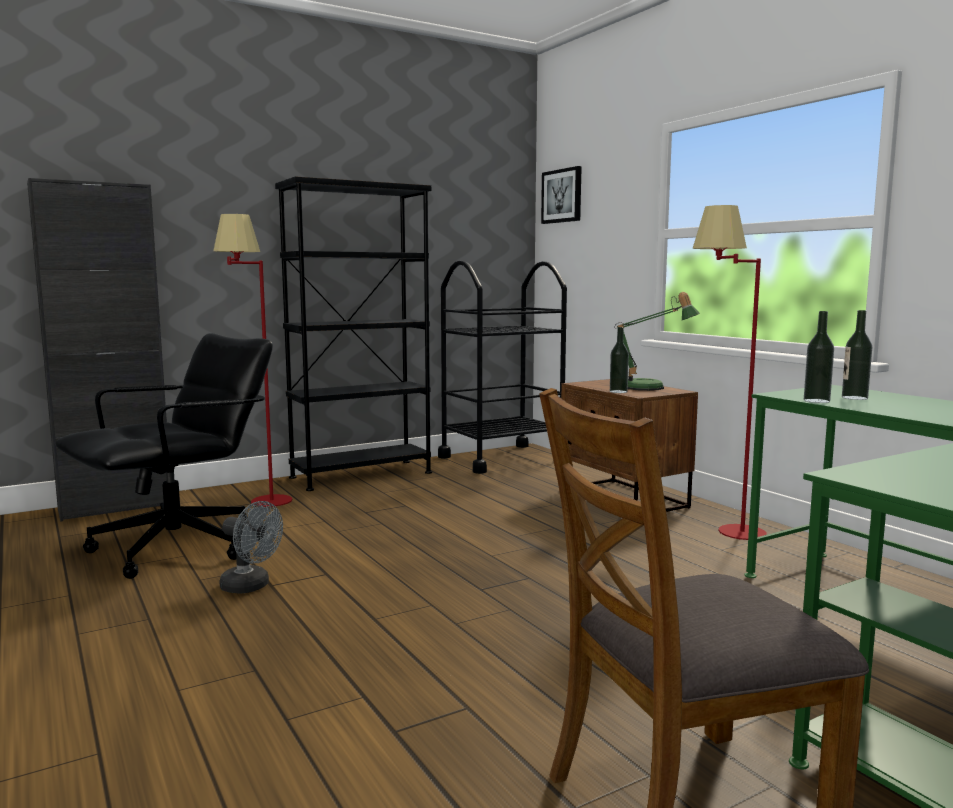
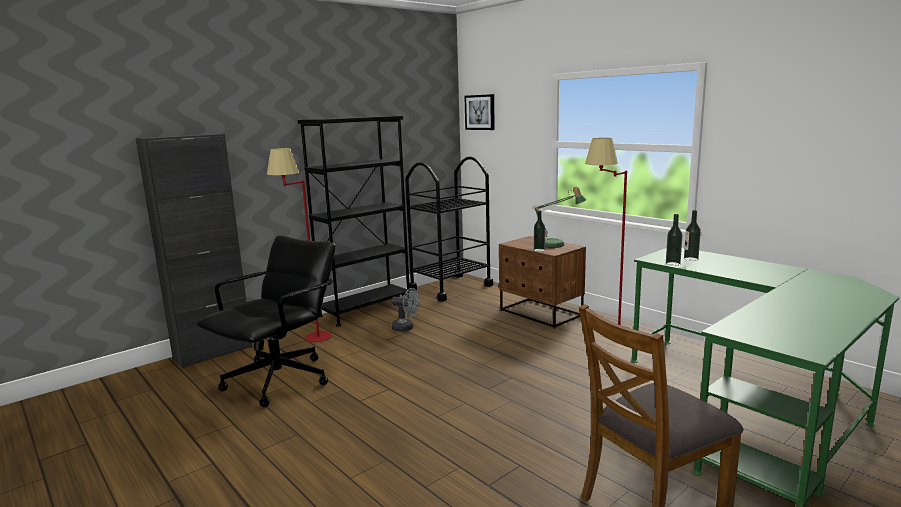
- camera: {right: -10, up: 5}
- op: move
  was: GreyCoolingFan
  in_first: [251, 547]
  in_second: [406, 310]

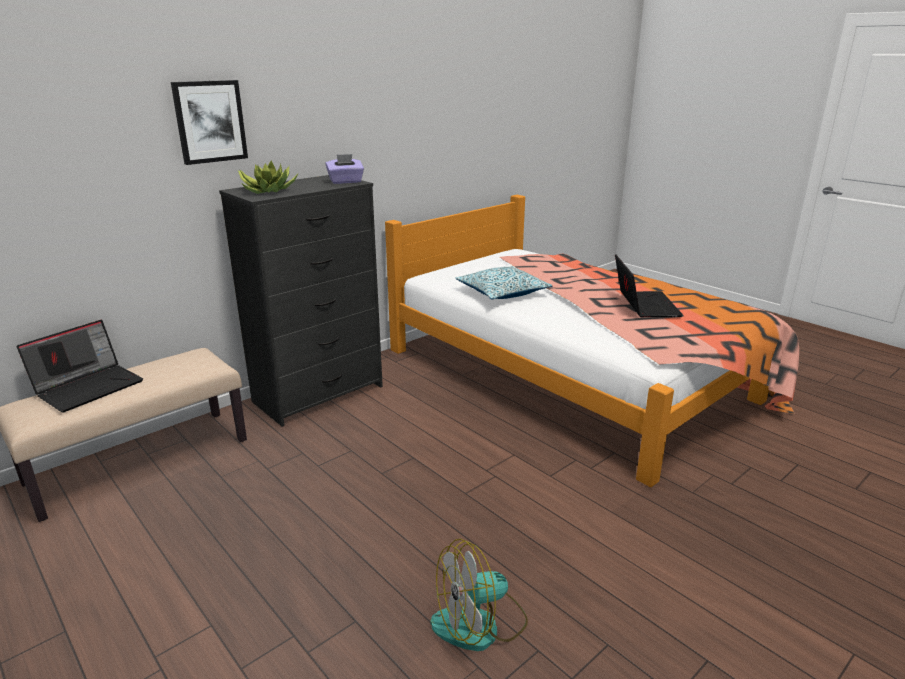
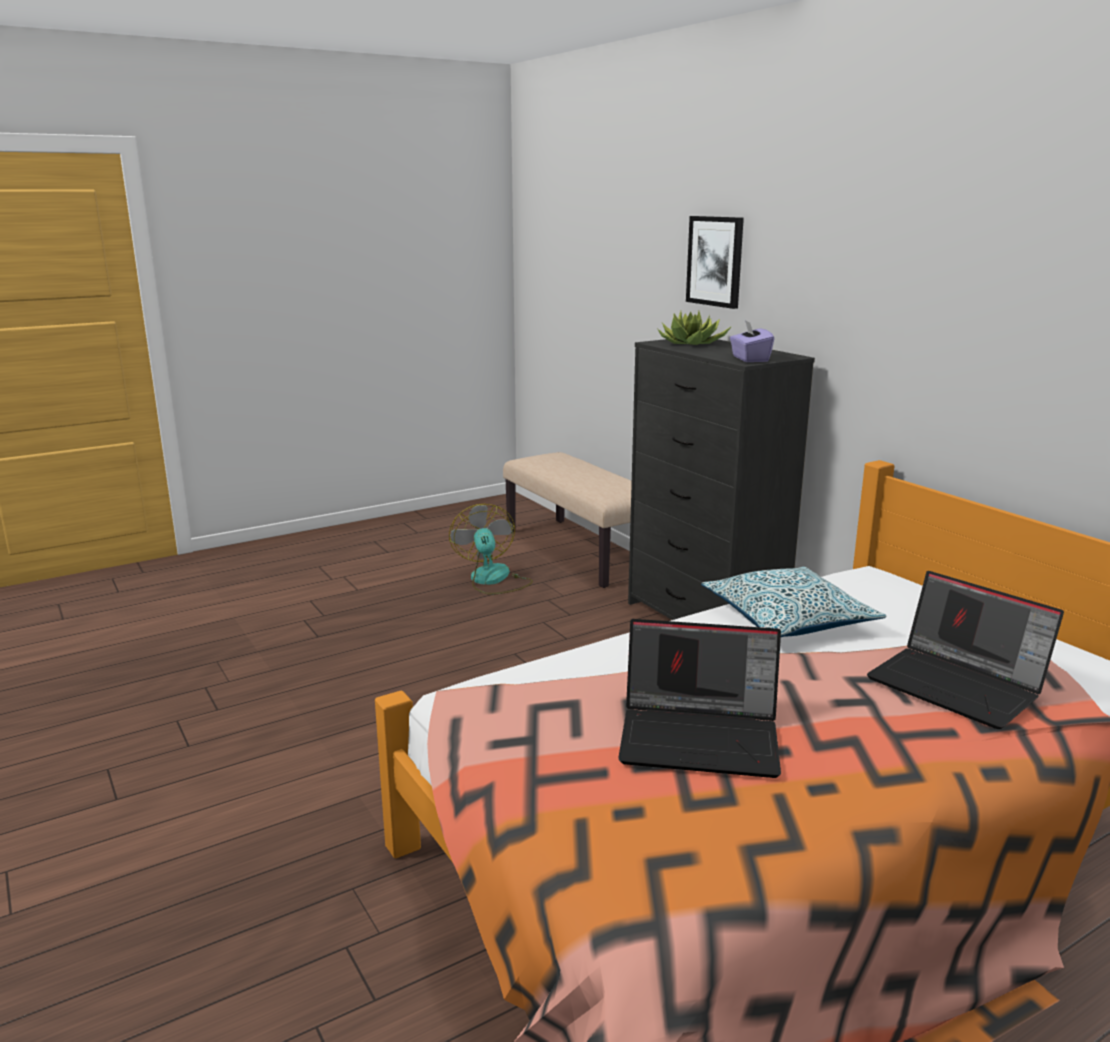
- camera: {right: 100, up: -5}
- op: move
  was: Laptop
  in_first: [80, 366]
  in_second: [965, 650]
- op: move
  was: CoolingFan
  in_first: [479, 595]
  in_second: [491, 549]

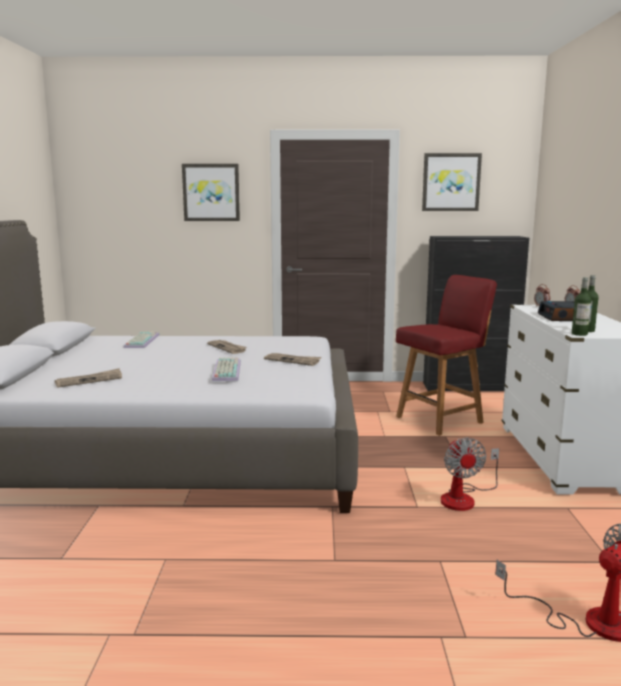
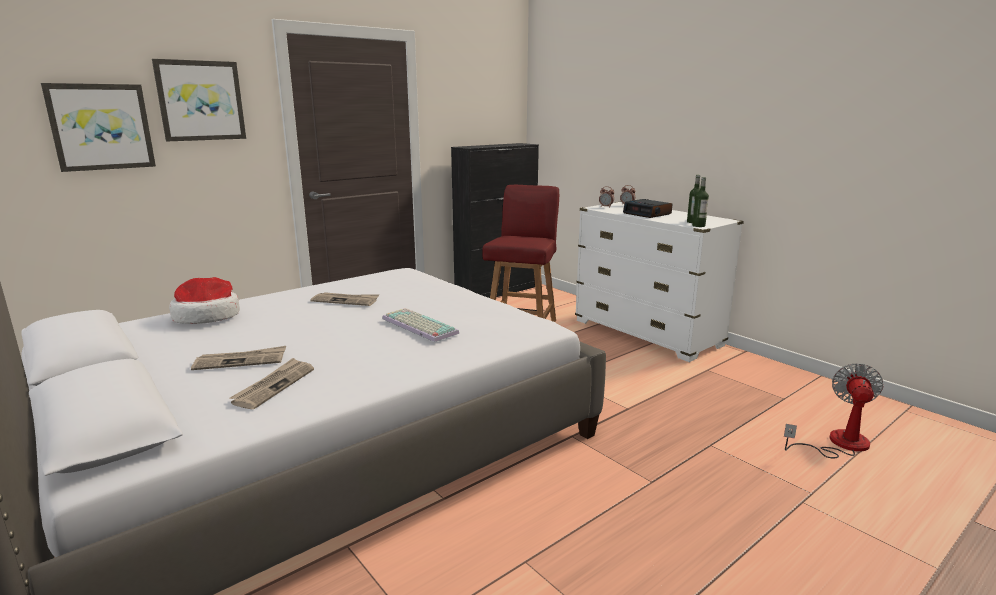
- camera: {right: -40, up: 5}
- op: replace
  was: PcKeyboard
  now: WearableHat
  in_first: [141, 339]
  in_second: [204, 300]
- op: move
  was: DailyPaper
  in_first: [293, 359]
  in_second: [238, 358]
- op: move
  was: Picture
  in_first: [452, 182]
  in_second: [98, 127]
- op: delete
  was: CoolingFan
  in_first: [470, 474]

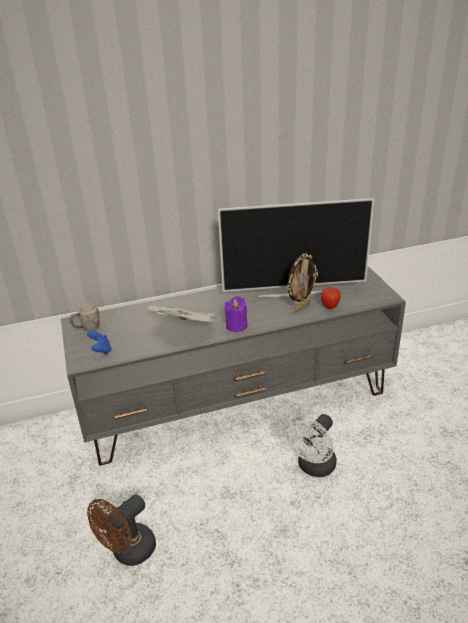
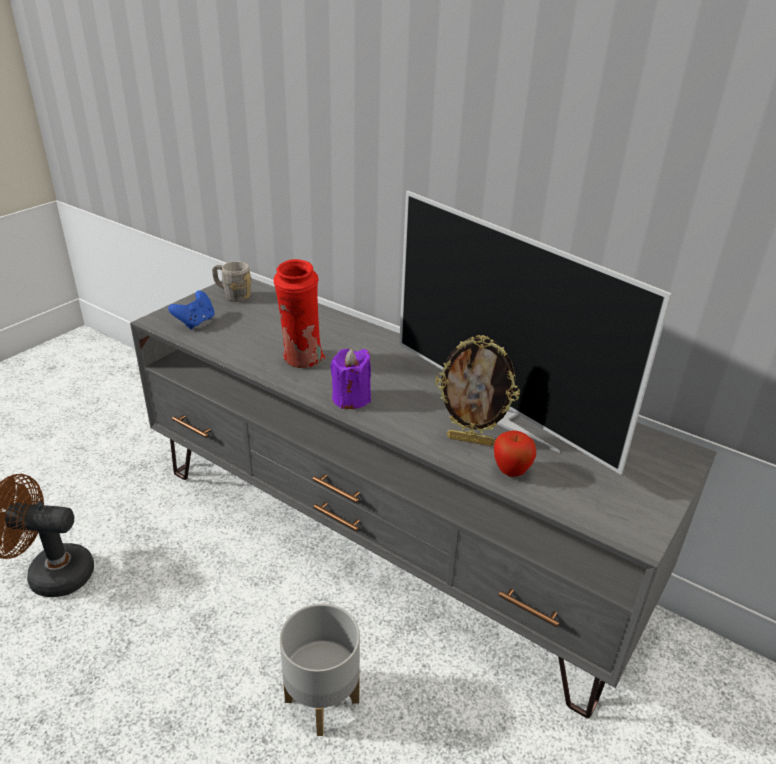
- camera: {right: 50, up: 0}
- op: replace
  was: DailyPaper
  now: RedColouredVase
  in_first: [181, 313]
  in_second: [299, 313]
- op: replace
  was: WhiteColouredCoolingFan
  now: GreyPlanter
  in_first: [311, 445]
  in_second: [320, 669]

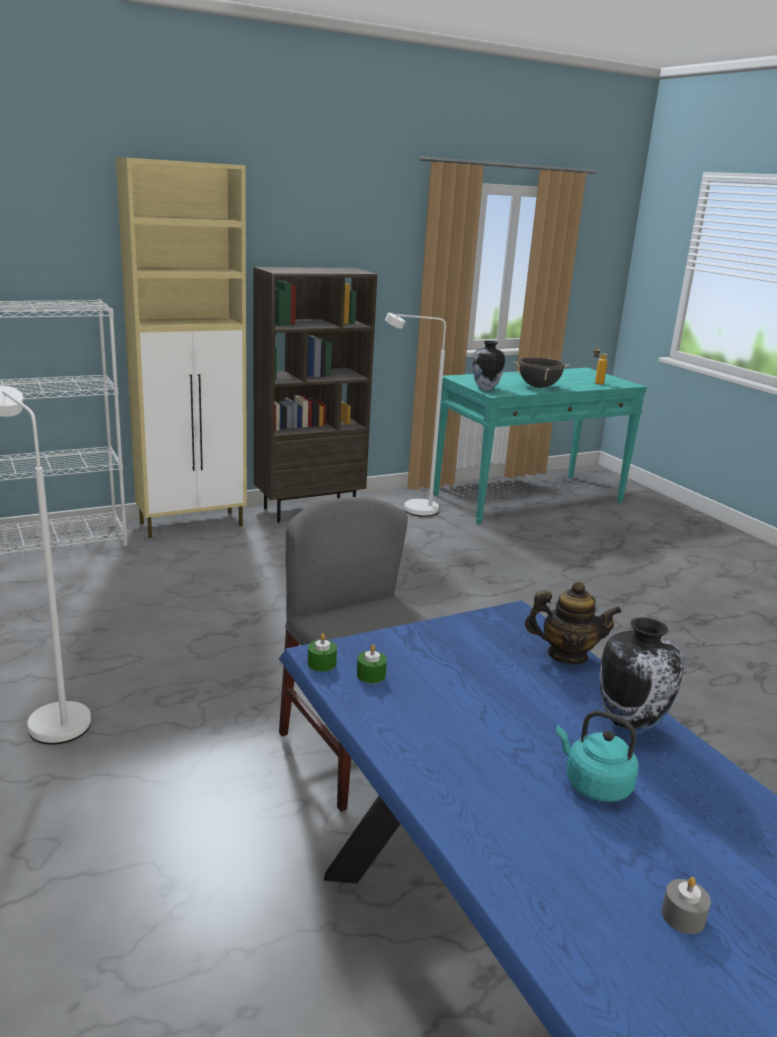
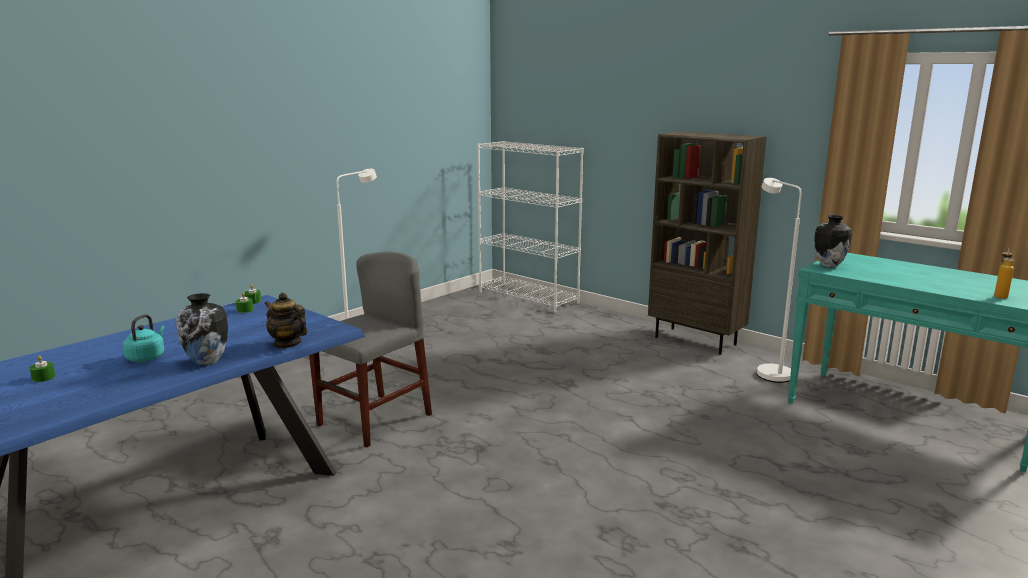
- camera: {right: 70, up: -5}
- op: delete
  was: BeigeStorageCabinet
  in_first: [181, 347]
- op: delete
  was: BlackSaucepot
  in_first: [542, 372]
- op: rotate
  was: PotForTea
  in_first: [573, 622]
  in_second: [285, 320]
  clockwise: 135
- op: recolor
  was: GreyWaxCandle
  now: GreenWaxCandle
  in_first: [686, 905]
  in_second: [42, 368]

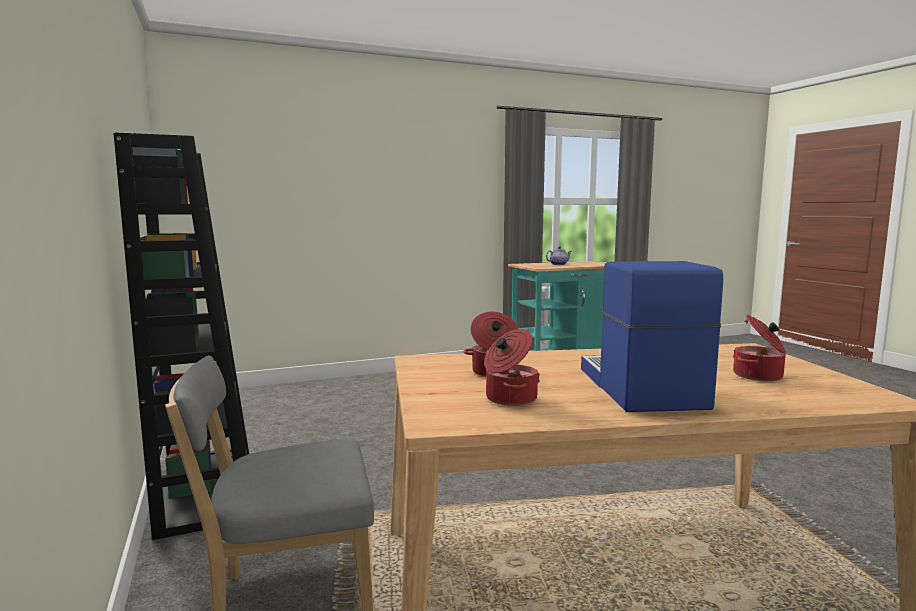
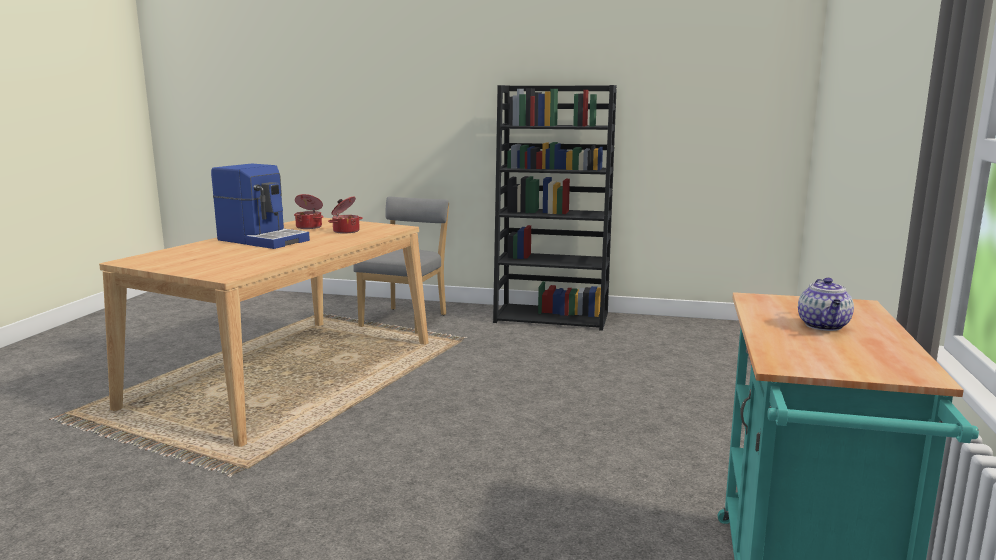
- camera: {right: 125, up: 5}
- op: delete
  was: Saucepot
  in_first: [759, 348]

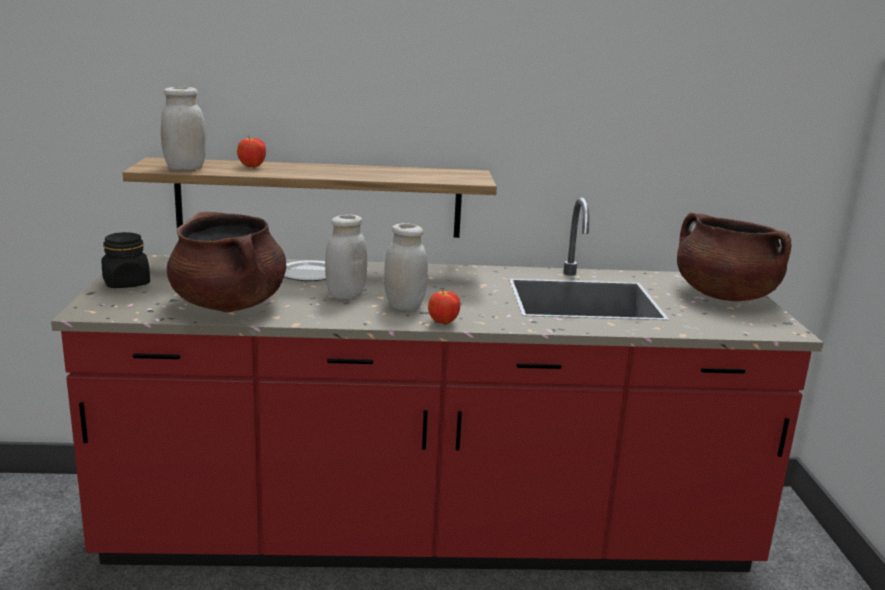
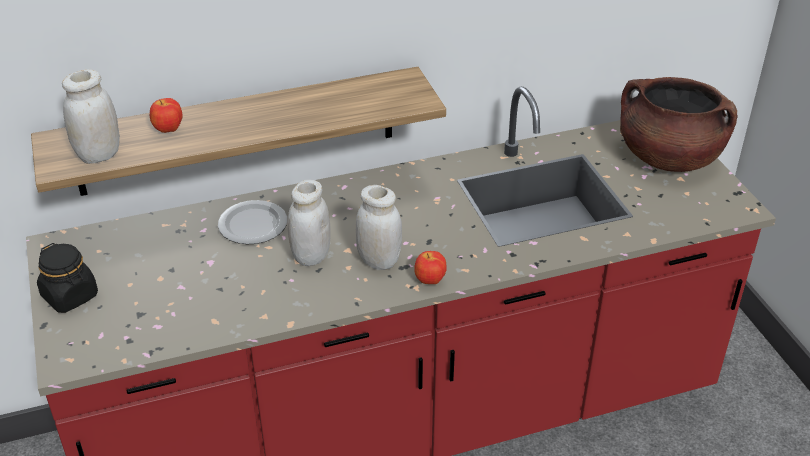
- camera: {right: -15, up: 20}
- op: delete
  was: BrownColouredSaucepot
  in_first: [226, 262]

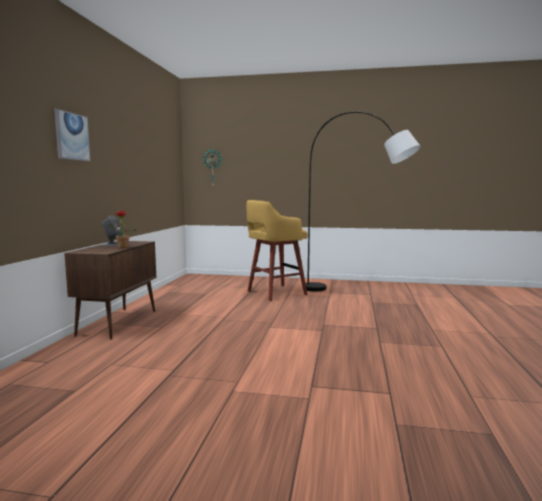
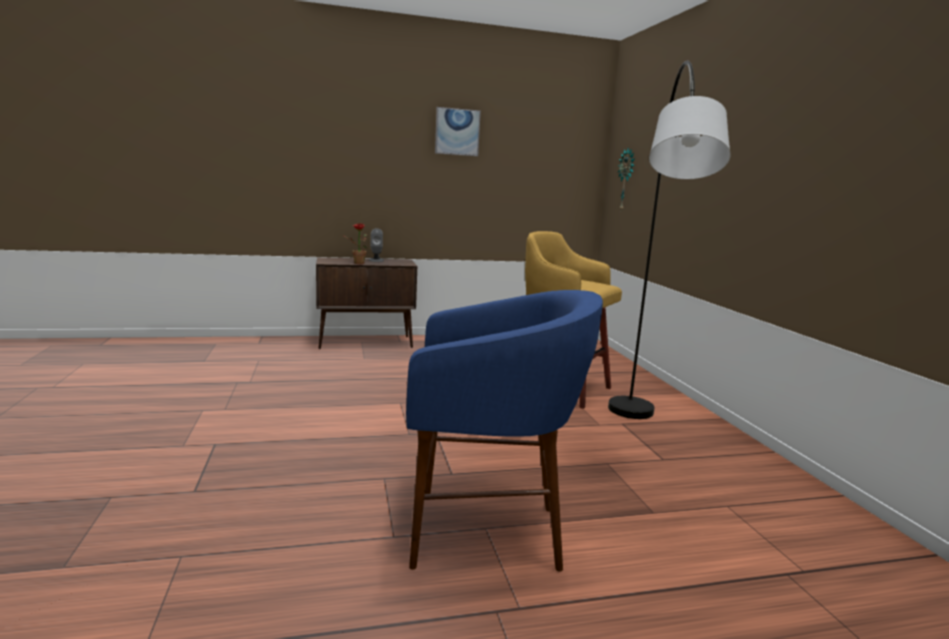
- camera: {right: 65, up: 5}
- op: move
  was: Picture
  in_first: [72, 135]
  in_second: [458, 131]
- op: insert
  now: BlueStool
  in_second: [504, 431]

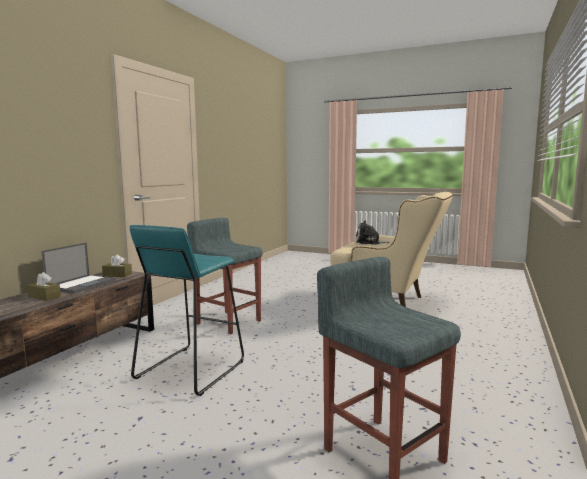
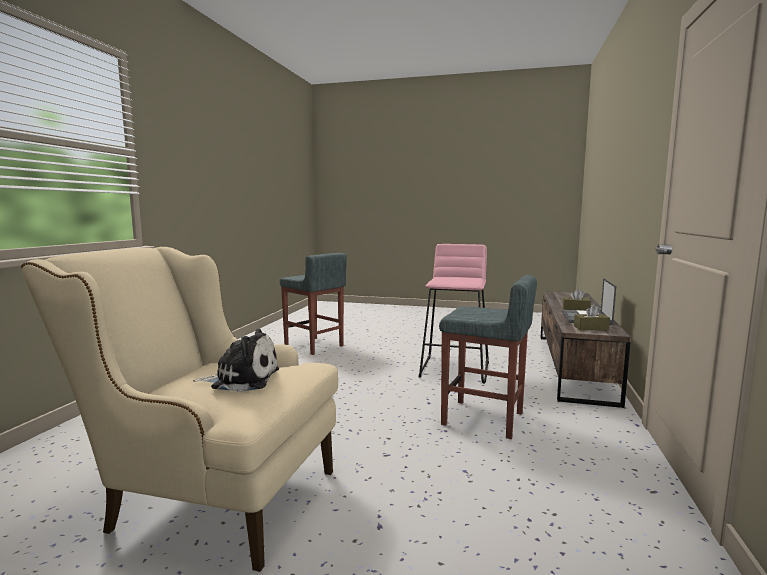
- camera: {right: 170, up: 0}
- op: recolor
  was: TurquoiseStool
  now: PinkColouredStool
  in_first: [187, 310]
  in_second: [454, 314]

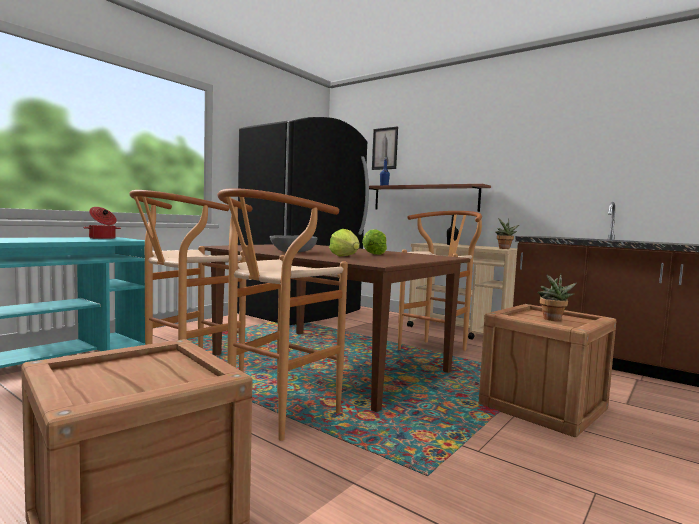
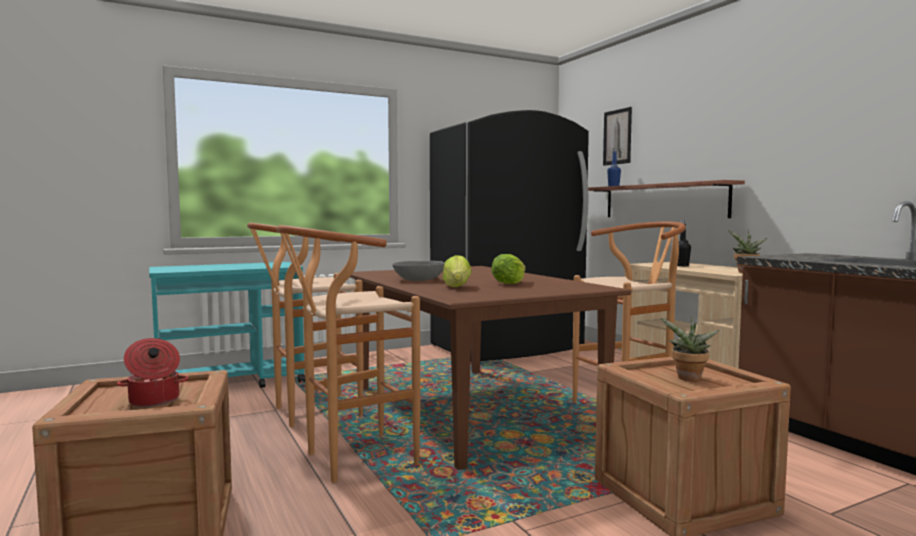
- camera: {right: 25, up: 0}
- op: move
  was: Saucepot
  in_first: [102, 223]
  in_second: [153, 372]

